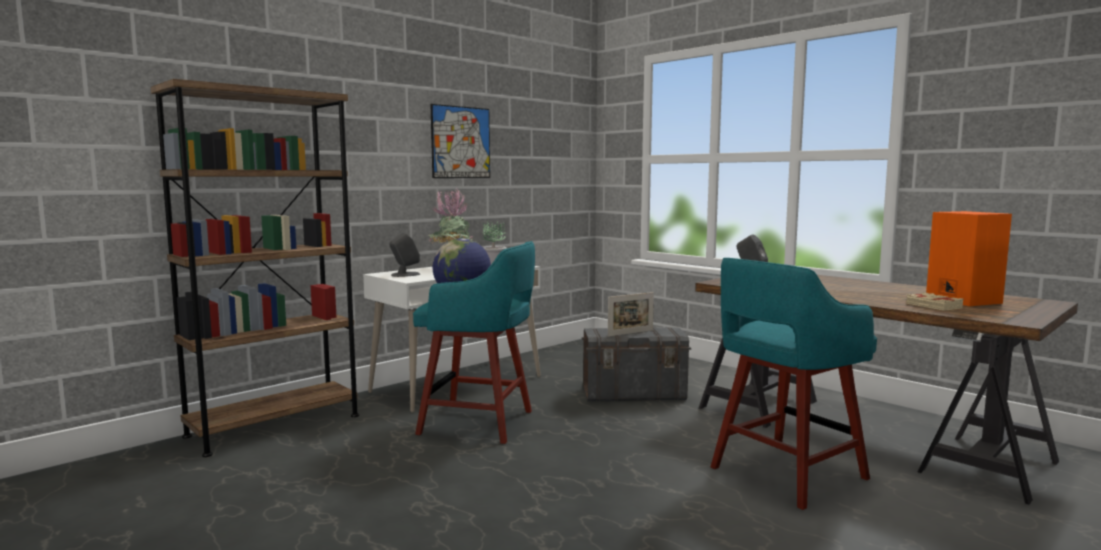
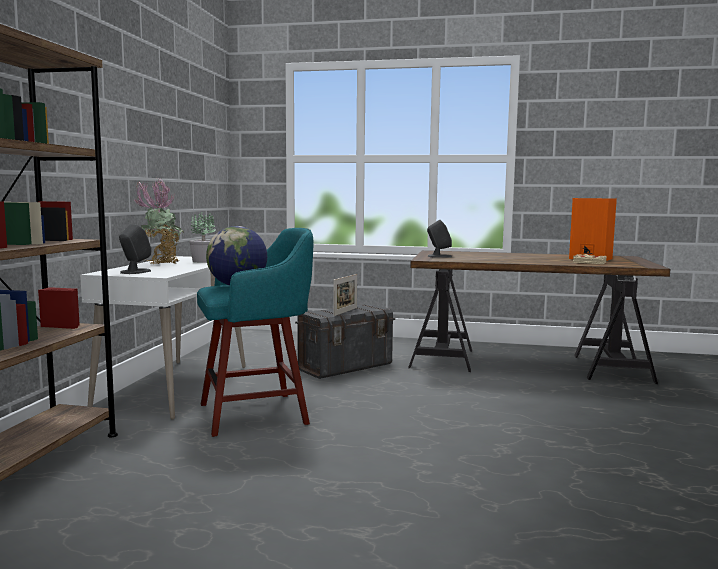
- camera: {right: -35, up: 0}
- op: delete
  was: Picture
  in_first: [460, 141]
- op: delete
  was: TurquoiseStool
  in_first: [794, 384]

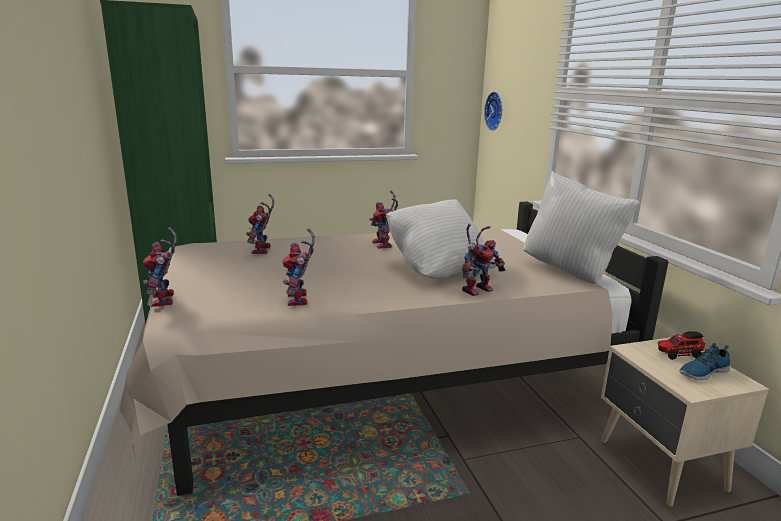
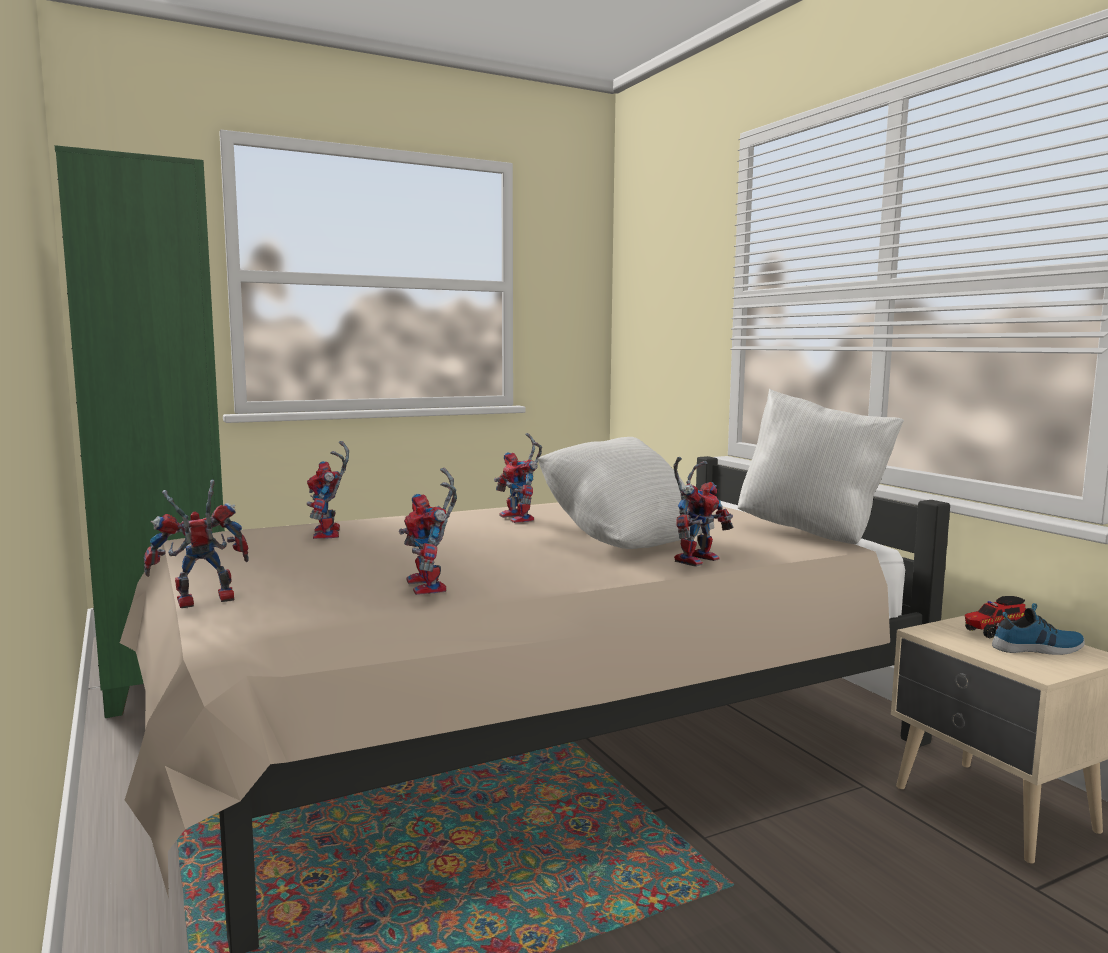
- camera: {right: -10, up: -10}
- op: rotate
  was: ModelRobot
  in_first: [160, 267]
  in_second: [196, 544]
  clockwise: 90
- op: delete
  was: WallClock
  in_first: [493, 111]
- op: rotate
  was: ItemOfFootwear
  in_first: [704, 361]
  in_second: [1038, 629]
  clockwise: -150

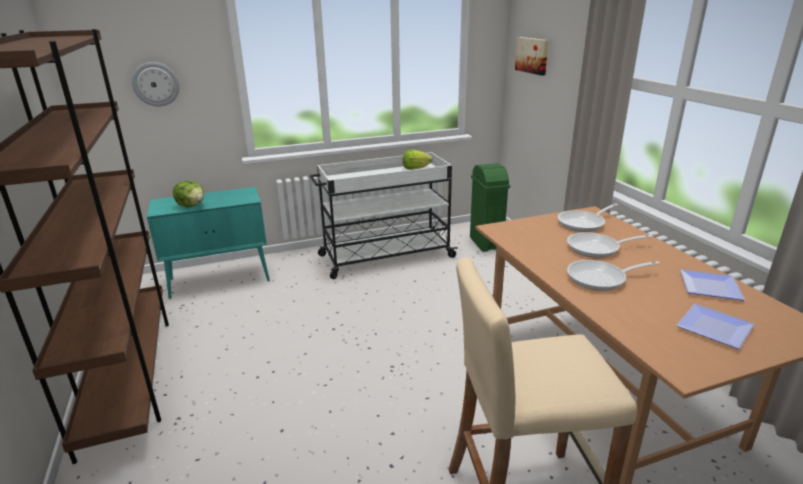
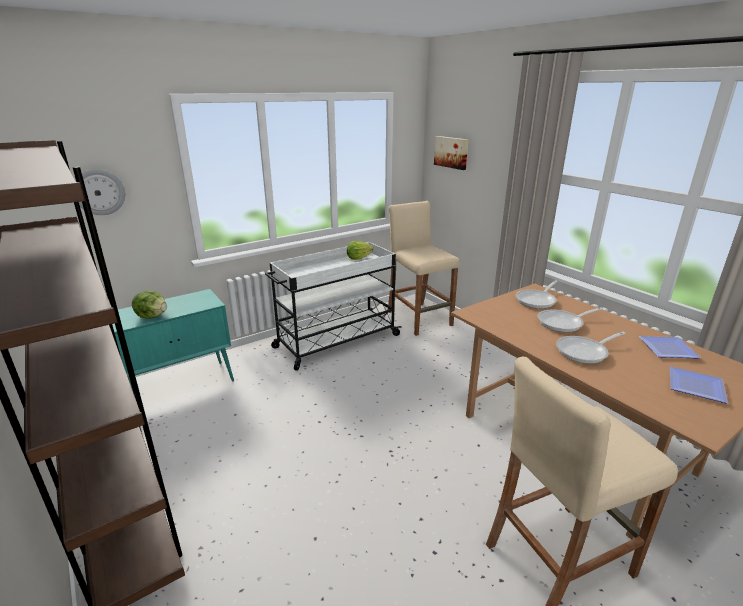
- camera: {right: -15, up: 0}
- op: replace
  was: GreenRubbishBin
  now: BeigeStool
  in_first: [490, 207]
  in_second: [423, 268]

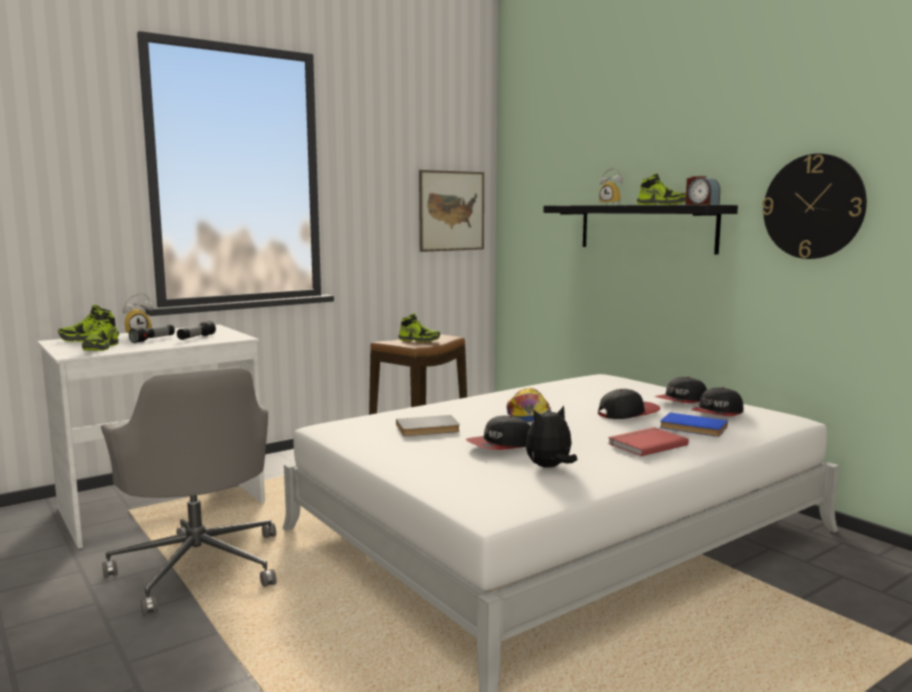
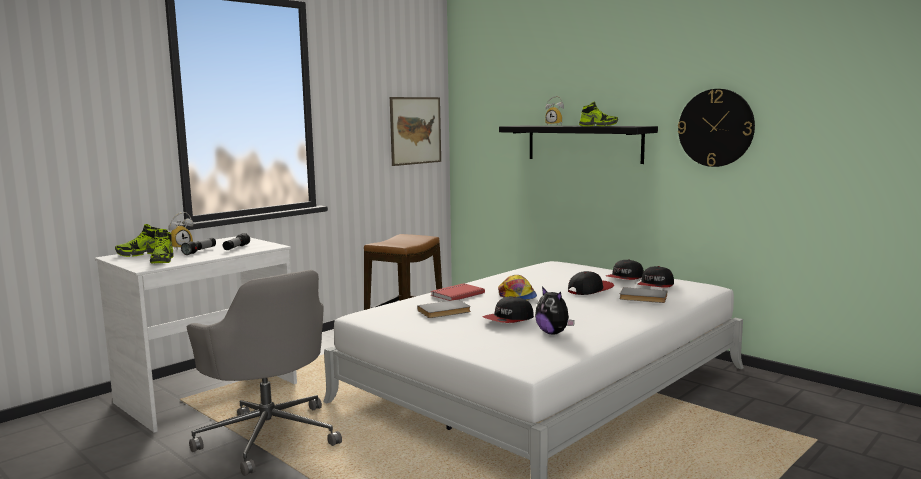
- camera: {right: -10, up: 0}
- op: delete
  was: ItemOfFootwear
  in_first: [419, 327]
- op: rotate
  was: PlushToy
  in_first: [551, 437]
  in_second: [555, 310]
  clockwise: -90
- op: move
  was: RedColouredBook
  in_first: [648, 441]
  in_second: [458, 292]
- op: recolor
  was: BlueBook
  now: GreyBook
  in_first: [694, 425]
  in_second: [643, 295]
- op: delete
  was: TableClock
  in_first: [702, 190]

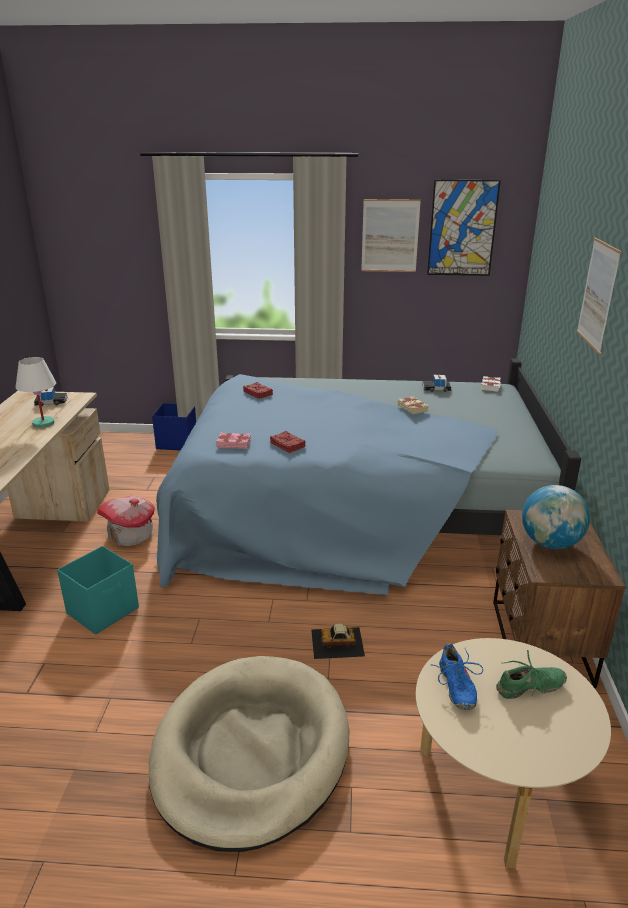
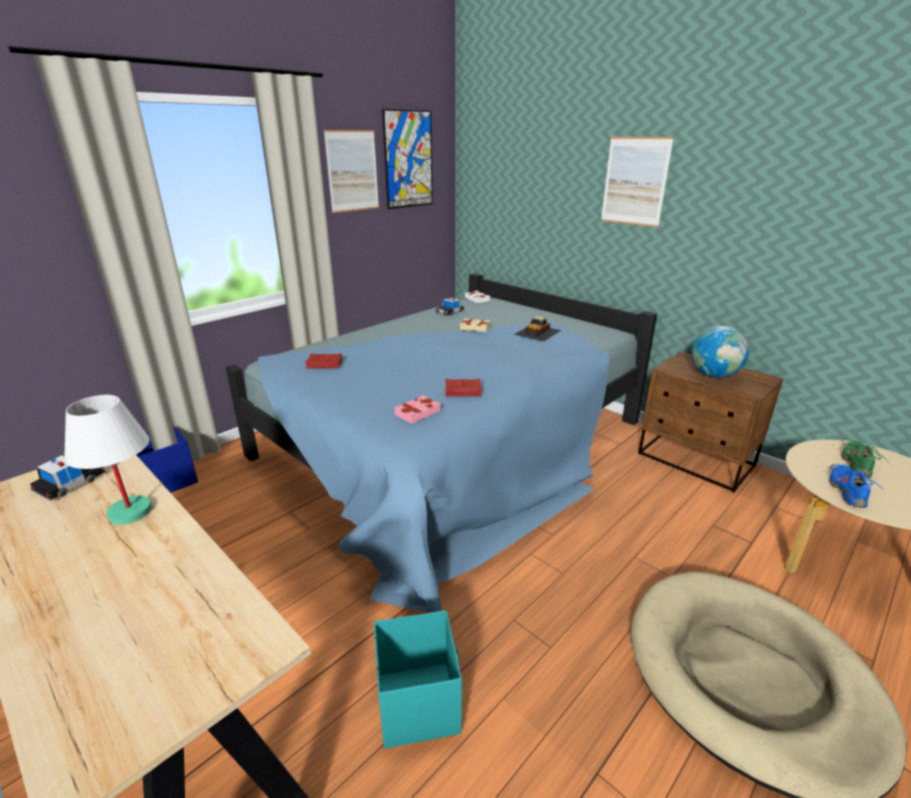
- camera: {right: -50, up: 0}
- op: delete
  was: ModelHouse
  in_first: [126, 521]
- op: move
  was: MiniatureCar
  in_first: [338, 641]
  in_second: [538, 328]
- op: rotate
  was: BlueItemOfFootwear
  in_first: [458, 676]
  in_second: [854, 486]
  clockwise: -105

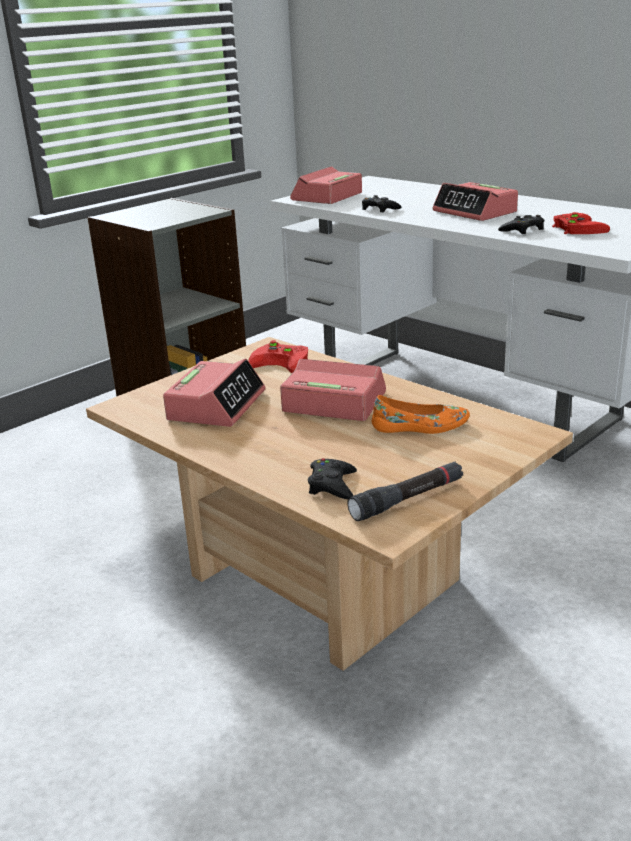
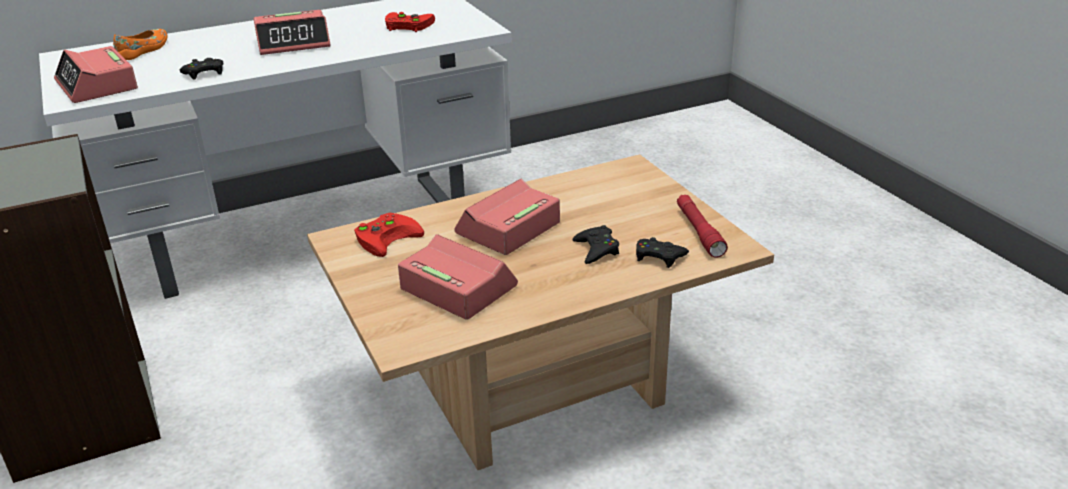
- camera: {right: -70, up: 5}
- op: recolor
  was: BlackTorch
  now: RedColouredTorch
  in_first: [405, 491]
  in_second: [702, 226]
- op: move
  was: OrangeColouredItemOfFootwear
  in_first: [421, 414]
  in_second: [140, 44]
- op: move
  was: BlackJoypad
  in_first: [521, 224]
  in_second: [596, 244]

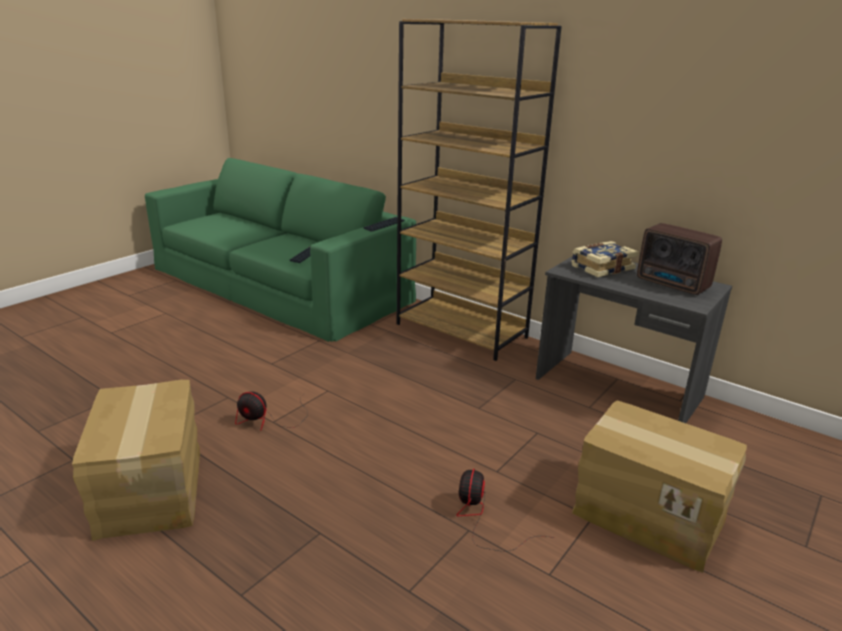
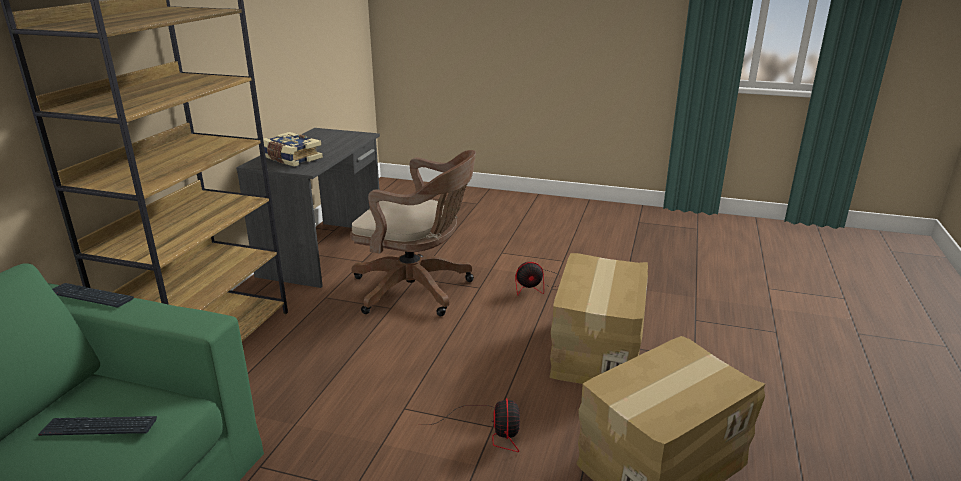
- camera: {right: -110, up: 0}
- op: move
  was: CardboardBox
  in_first: [659, 486]
  in_second: [599, 318]
- op: delete
  was: RadioSet
  in_first: [679, 259]
- op: insert
  now: BrownColouredDeskChair
  in_second: [413, 233]

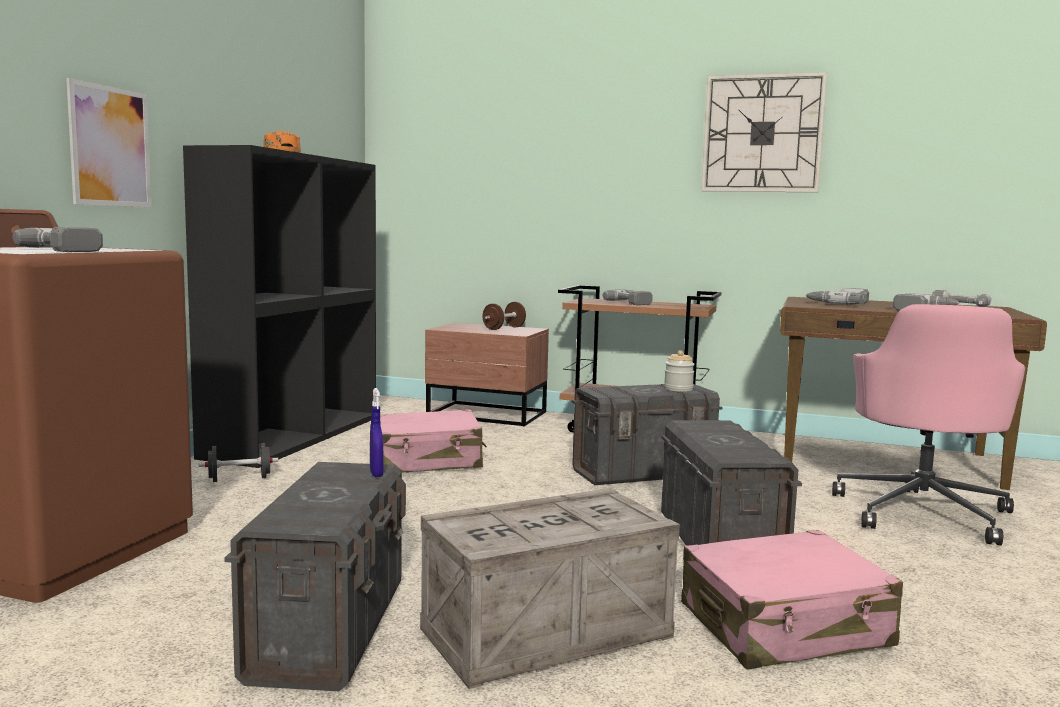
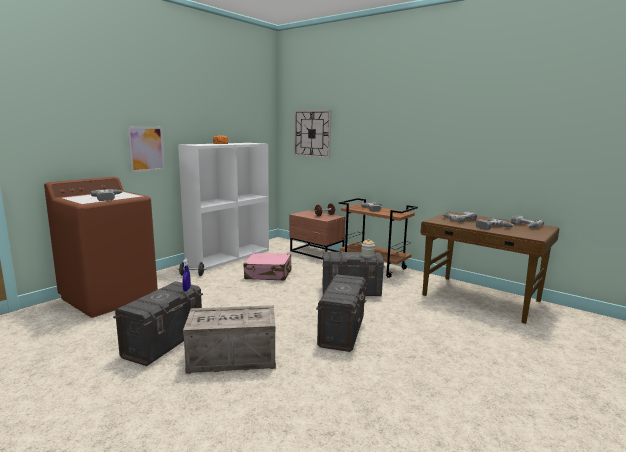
- camera: {right: 20, up: 5}
- op: recolor
  was: BlackShelvingUnit
  now: WhiteColouredShelvingUnit
  in_first: [279, 306]
  in_second: [223, 207]
- op: delete
  was: PinkColouredPieceOfLuggage
  in_first: [792, 600]
- op: move
  was: WallClock
  in_first: [764, 132]
  in_second: [313, 134]
- op: delete
  was: PinkColouredDeskChair
  in_first: [928, 424]

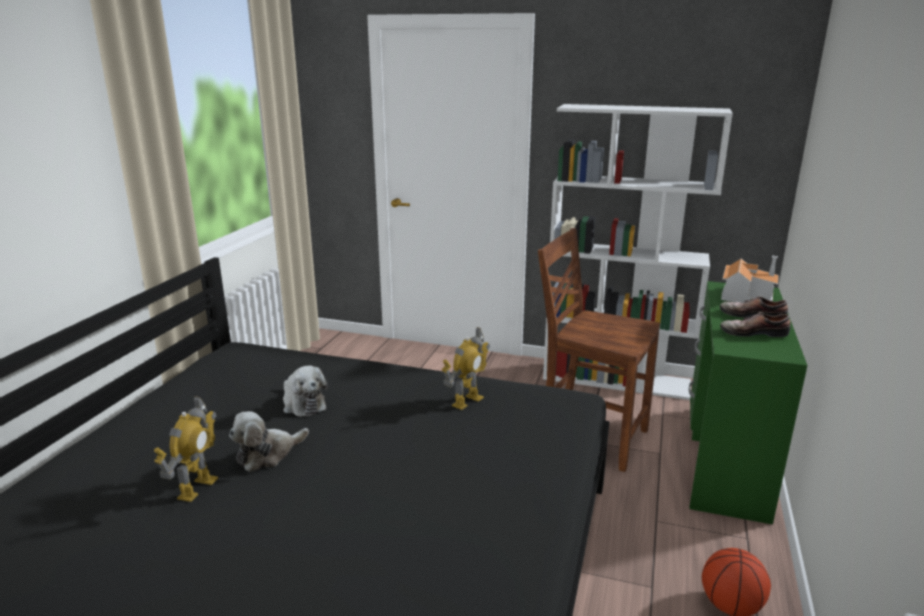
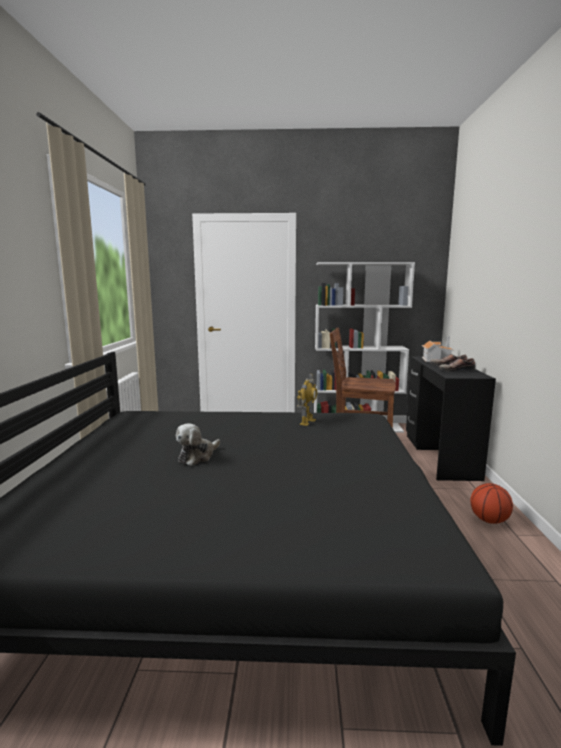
- camera: {right: -15, up: -10}
- op: delete
  was: ModelRobot
  in_first: [186, 449]
- op: delete
  was: PlushToy
  in_first: [305, 391]
- op: recolor
  was: GreenDeskUnit
  now: BlackDeskUnit
  in_first: [748, 402]
  in_second: [451, 418]

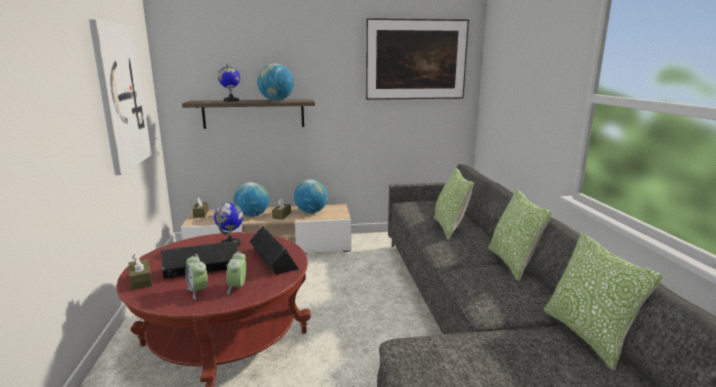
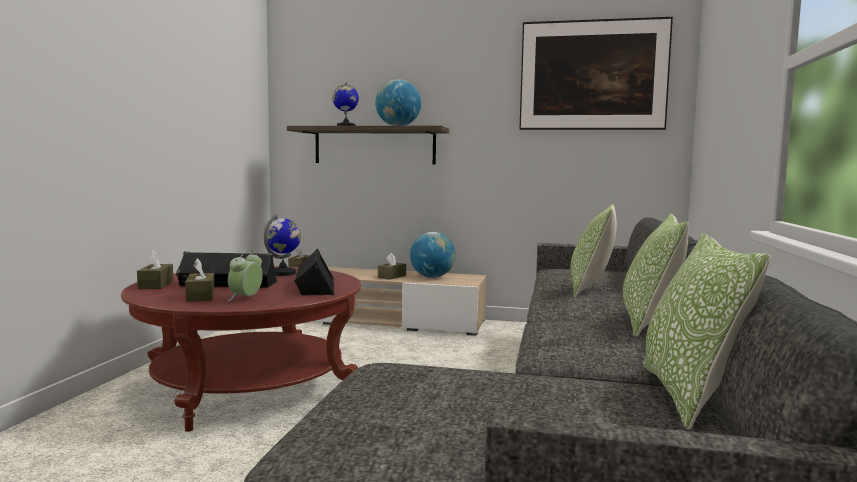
- camera: {right: 20, up: -10}
- op: delete
  was: Picture
  in_first: [120, 97]
- op: replace
  was: TableClock
  now: BrownColouredBoxOfTissues
  in_first: [196, 276]
  in_second: [200, 280]
- op: delete
  was: WorldGlobe
  in_first: [251, 199]

